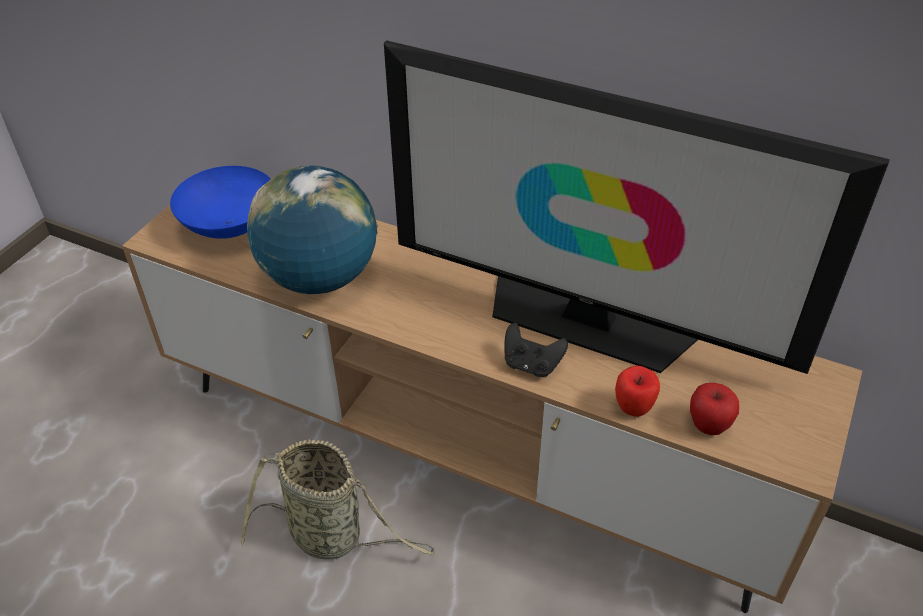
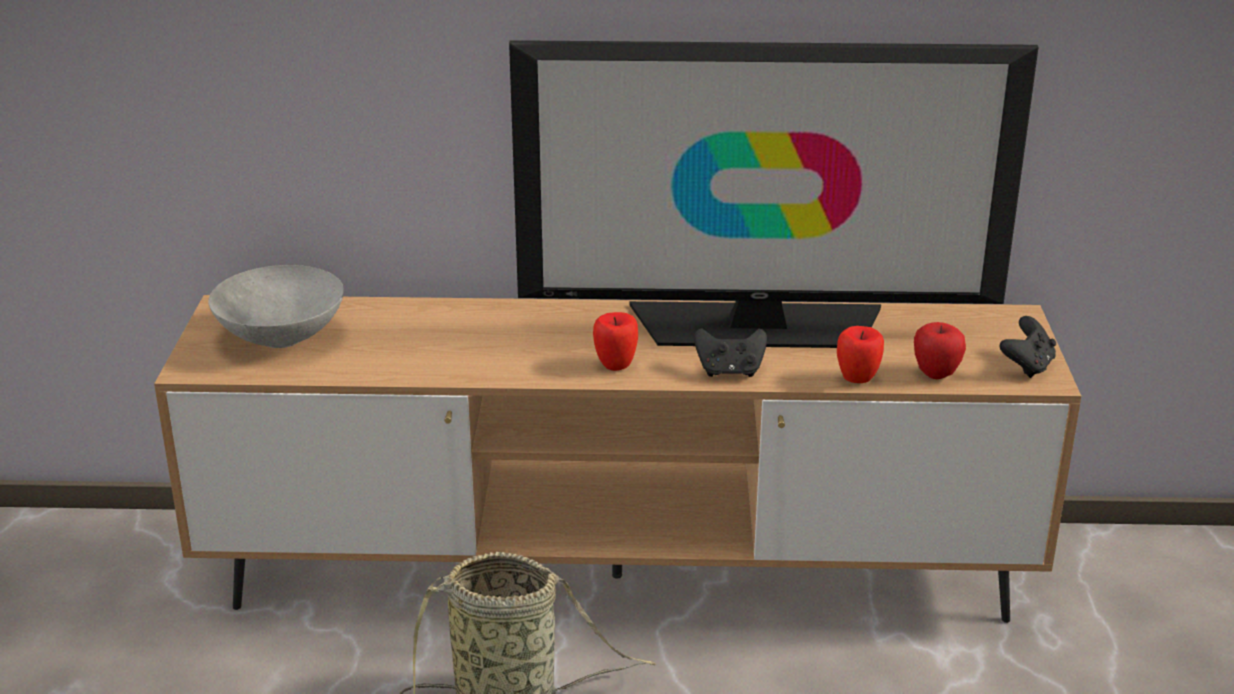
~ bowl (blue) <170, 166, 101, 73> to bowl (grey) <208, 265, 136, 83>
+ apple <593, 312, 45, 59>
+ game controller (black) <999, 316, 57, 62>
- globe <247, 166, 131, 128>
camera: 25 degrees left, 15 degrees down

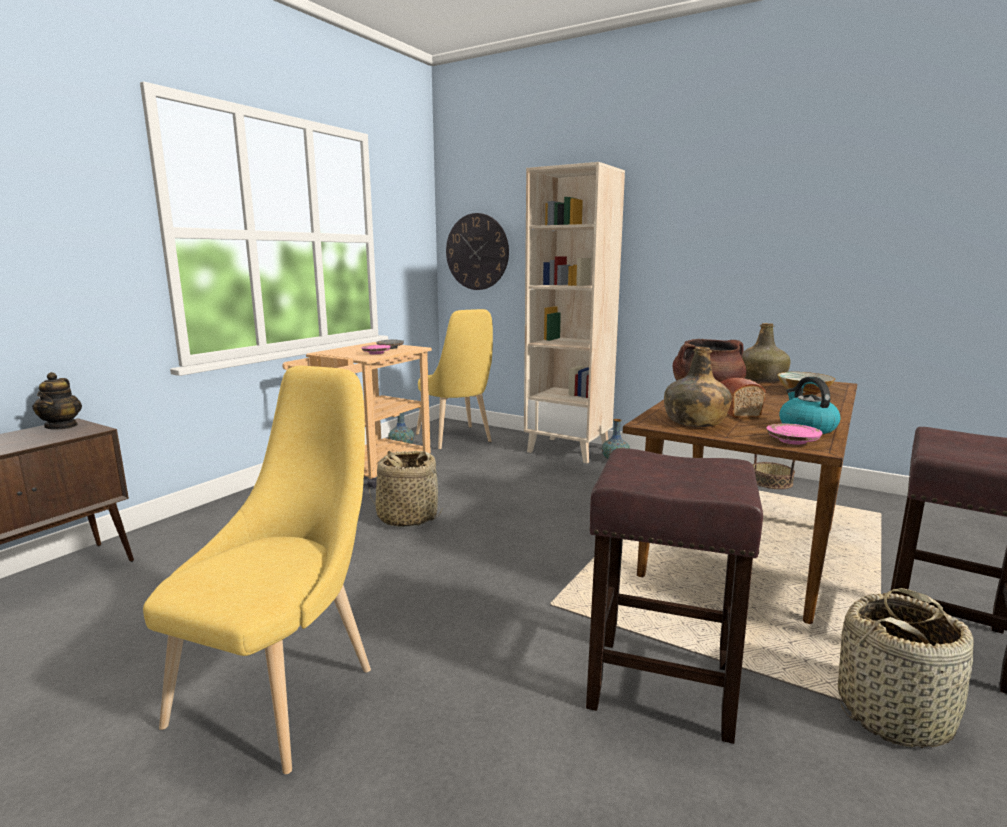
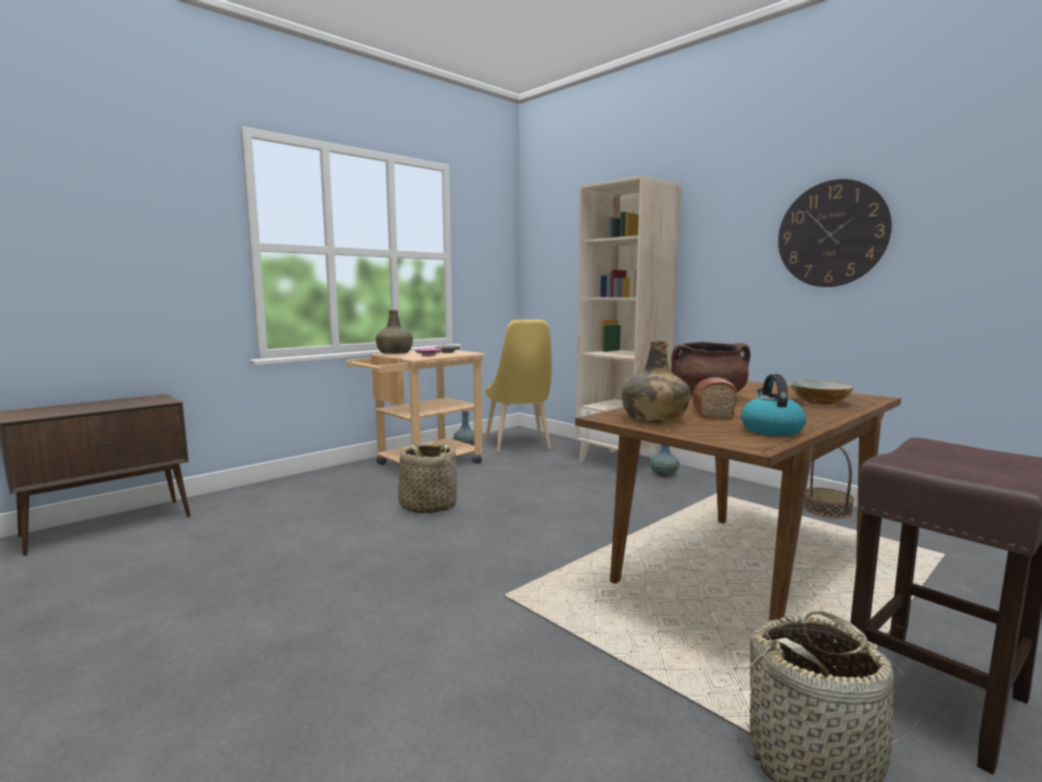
~ bottle (green) <742, 323, 49, 59> to <376, 310, 37, 44>
~ wall clock <446, 213, 63, 77> to <778, 179, 114, 108>
- teapot <32, 372, 50, 57>
- chair (yellow) <143, 366, 228, 408>
- stool (brown) <586, 448, 177, 296>
- plate (pink) <767, 424, 56, 21>
camera: 15 degrees right, 5 degrees down

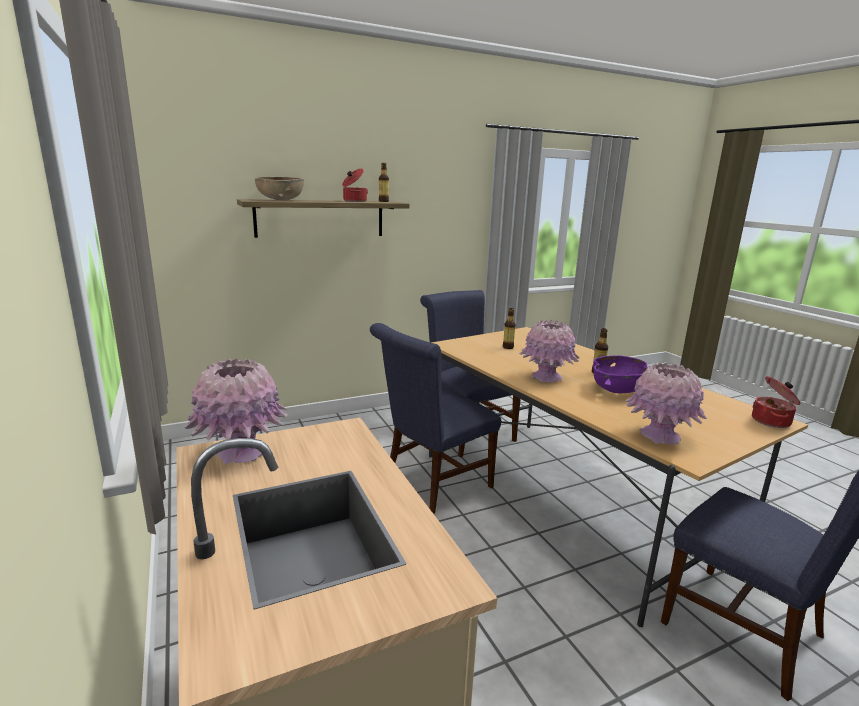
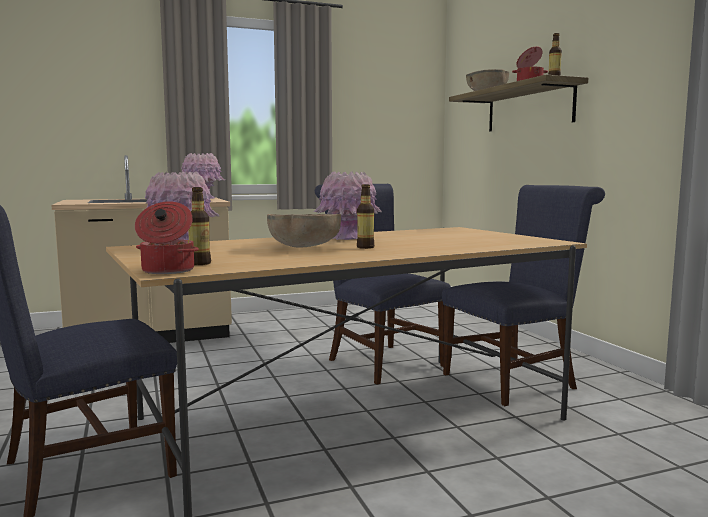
~ bottle <503, 308, 13, 41> to <188, 187, 23, 78>
~ bowl (purple) <593, 355, 54, 38> to bowl (brown) <267, 214, 74, 34>
camera: 95 degrees right, 10 degrees down

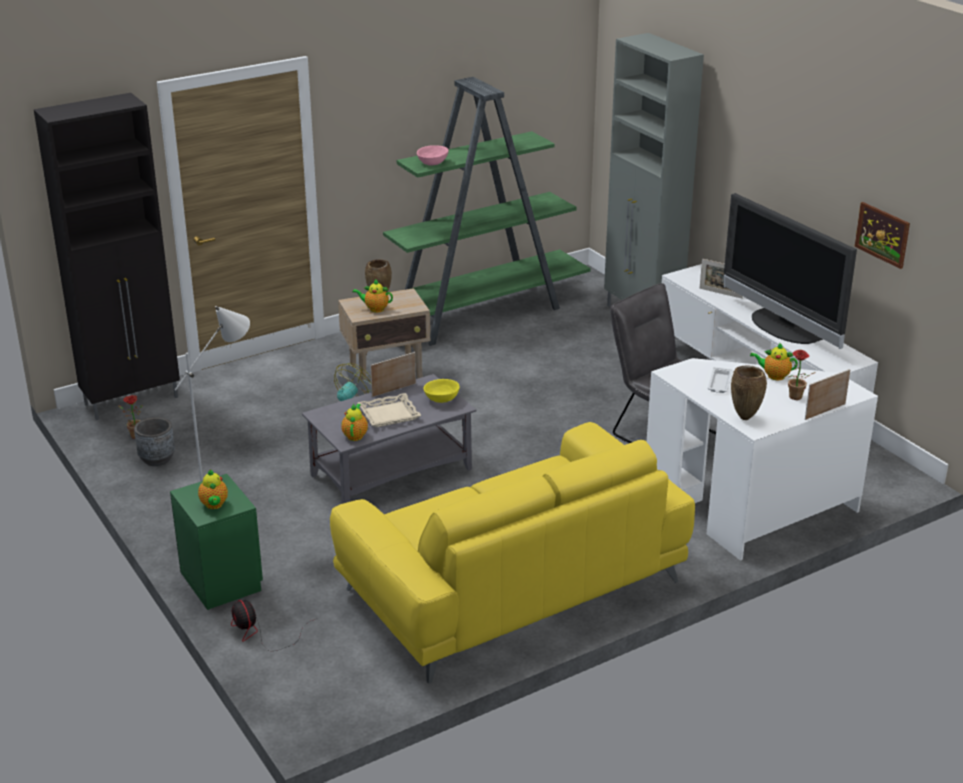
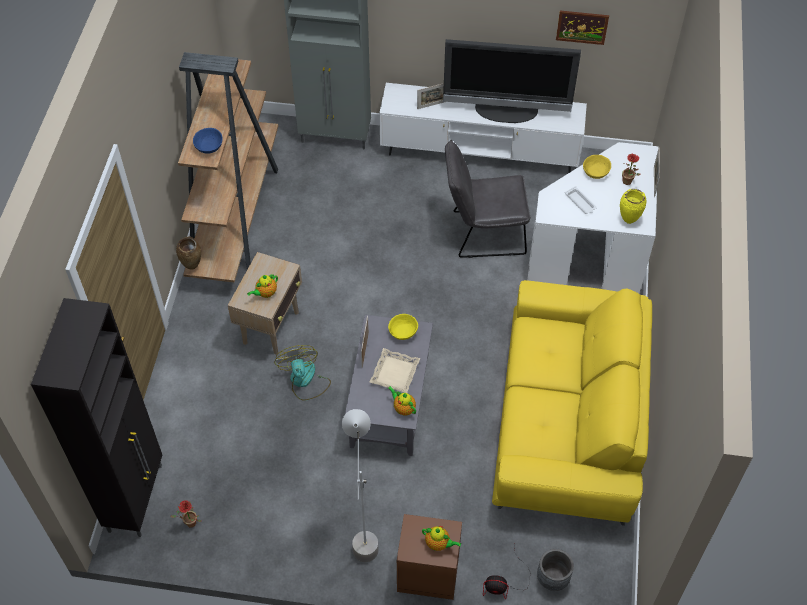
~ bookcase (green) <383, 77, 208, 269> to bookcase (brown) <178, 52, 100, 230>
~ bowl (pink) <417, 145, 32, 21> to bowl (blue) <193, 128, 30, 26>
~ nightstand (green) <170, 474, 93, 136> to nightstand (brown) <397, 514, 65, 86>
~ planter (grey) <134, 417, 41, 49> to <537, 549, 37, 42>
~ teapot <750, 342, 48, 38> to bowl (yellow) <583, 155, 28, 24>
~ vase (brown) <731, 366, 36, 54> to vase (yellow) <620, 189, 26, 35>
camera: 50 degrees left, 25 degrees up

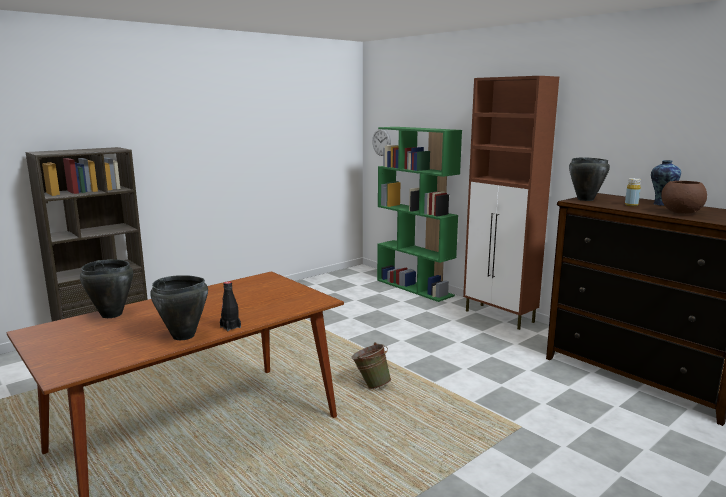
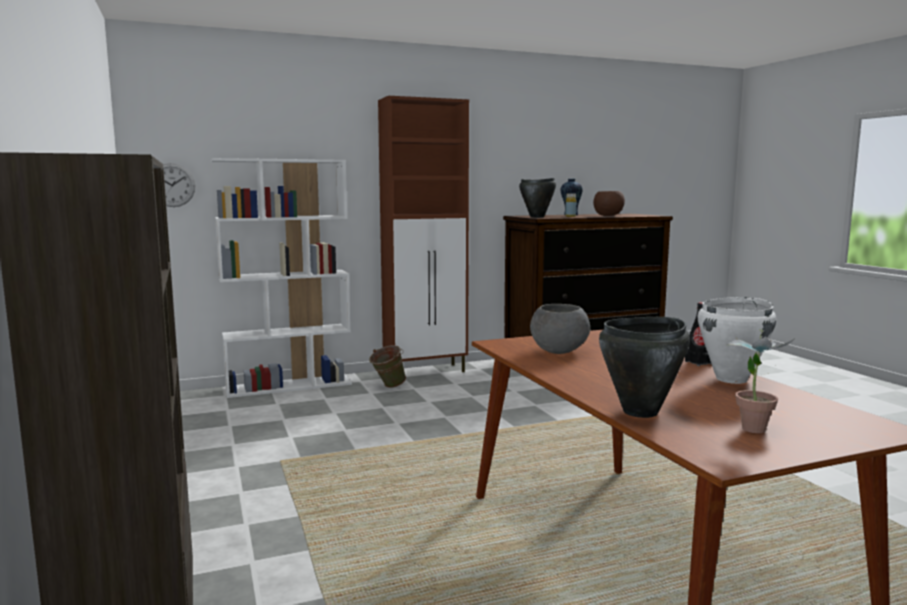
~ bookcase (green) <377, 127, 85, 175> to bookcase (white) <211, 158, 141, 240>
~ bucket (green) <351, 342, 40, 47> to <369, 345, 37, 43>
+ bowl (grey) <530, 304, 60, 50>
~ cooking pot (black) <150, 275, 58, 65> to cooking pot (white) <698, 297, 78, 87>
+ potted plant <726, 329, 68, 104>
camera: 70 degrees left, 5 degrees down

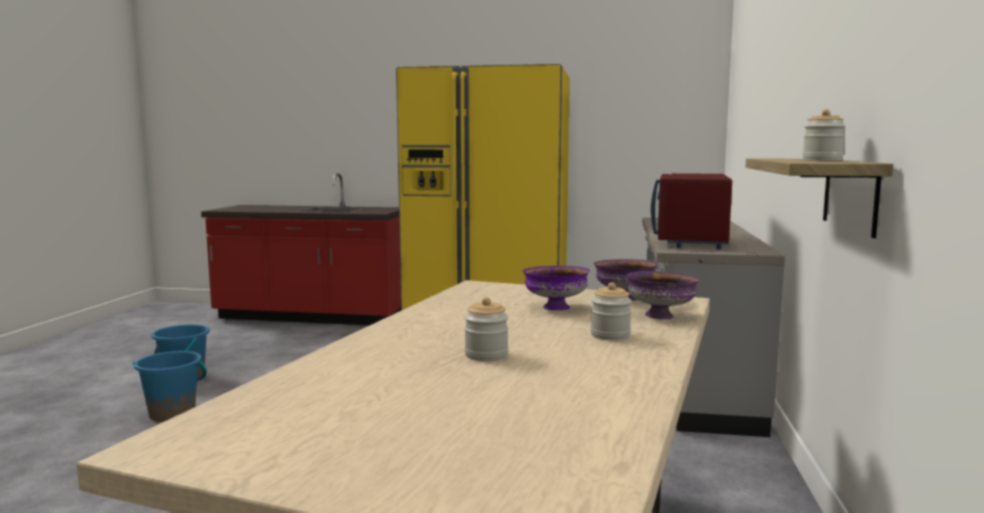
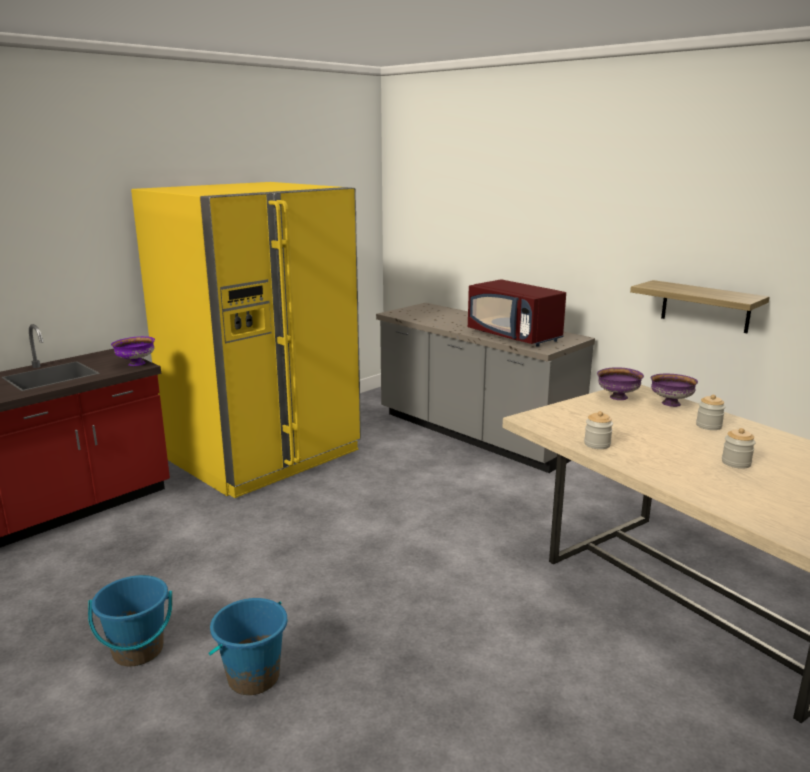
~ bowl (purple) <523, 266, 67, 44> to <111, 336, 44, 30>
~ jar <802, 109, 44, 52> to <584, 411, 29, 38>
camera: 55 degrees left, 10 degrees up

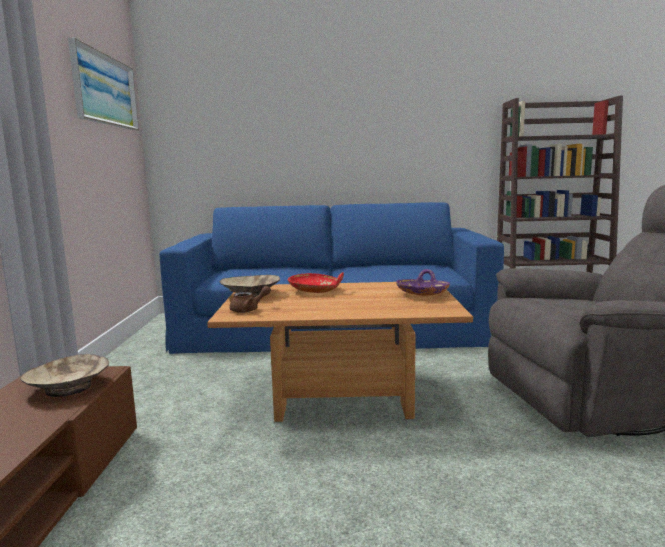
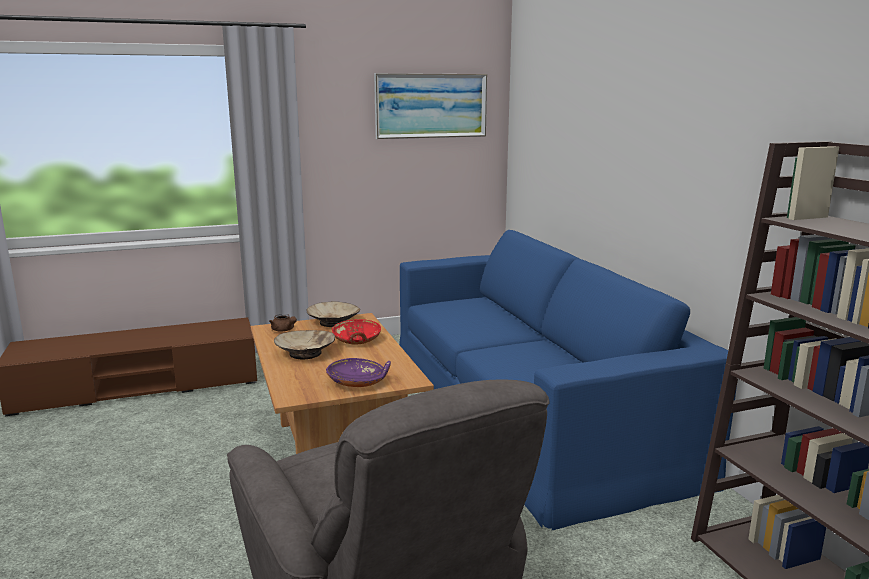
~ bowl (beige) <20, 354, 89, 43> to <274, 330, 61, 29>
camera: 70 degrees right, 5 degrees up

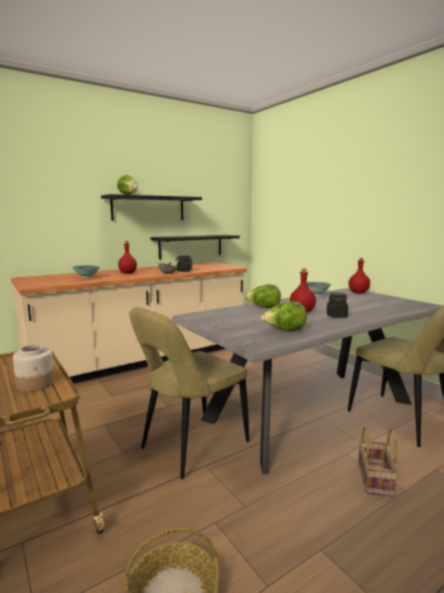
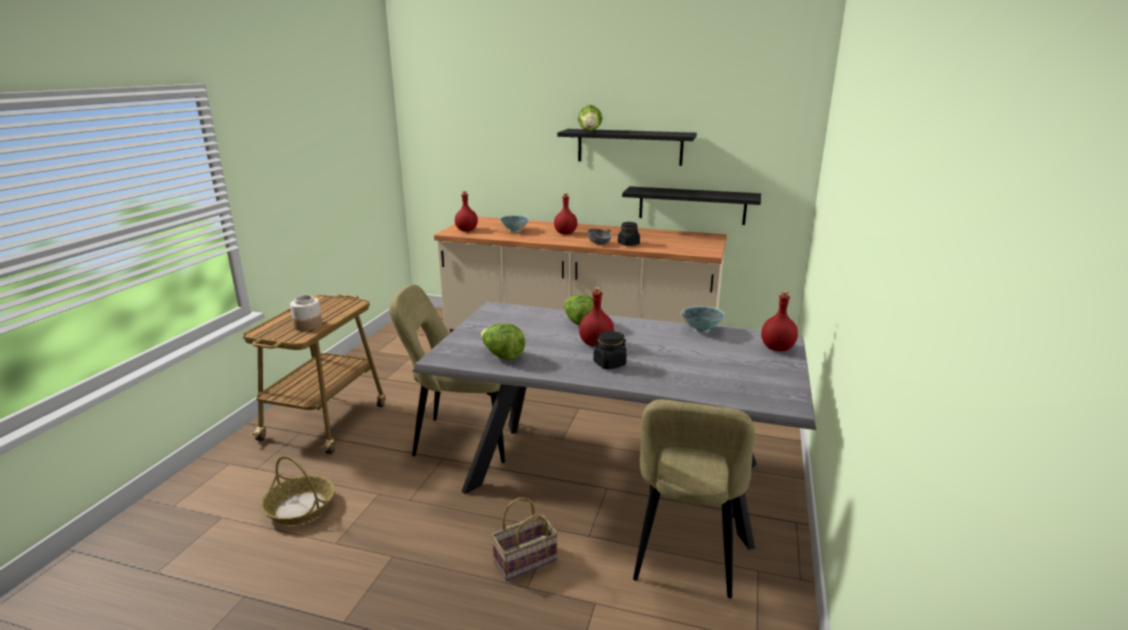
+ bottle (red) <455, 191, 23, 40>
camera: 50 degrees right, 10 degrees up

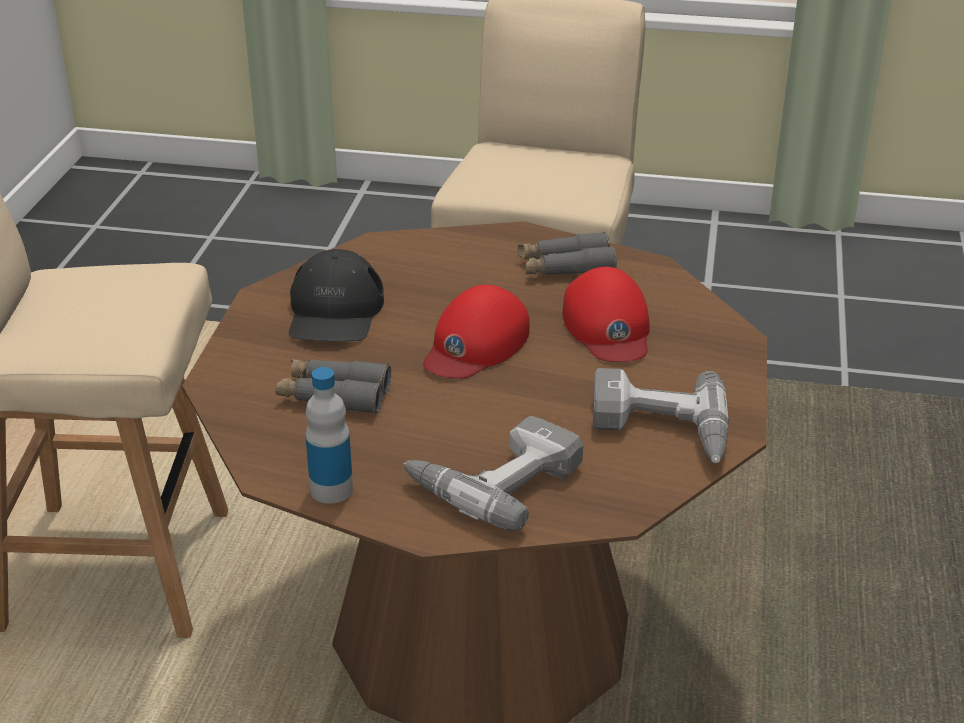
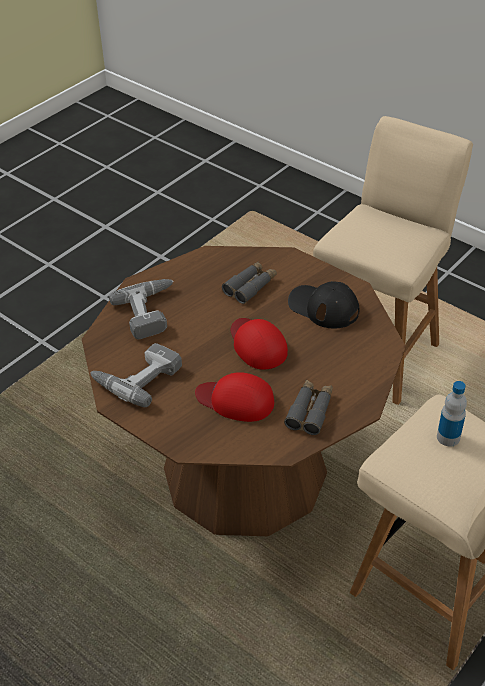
~ bottle <305, 367, 48, 137> to <437, 381, 30, 66>
camera: 120 degrees right, 10 degrees up

